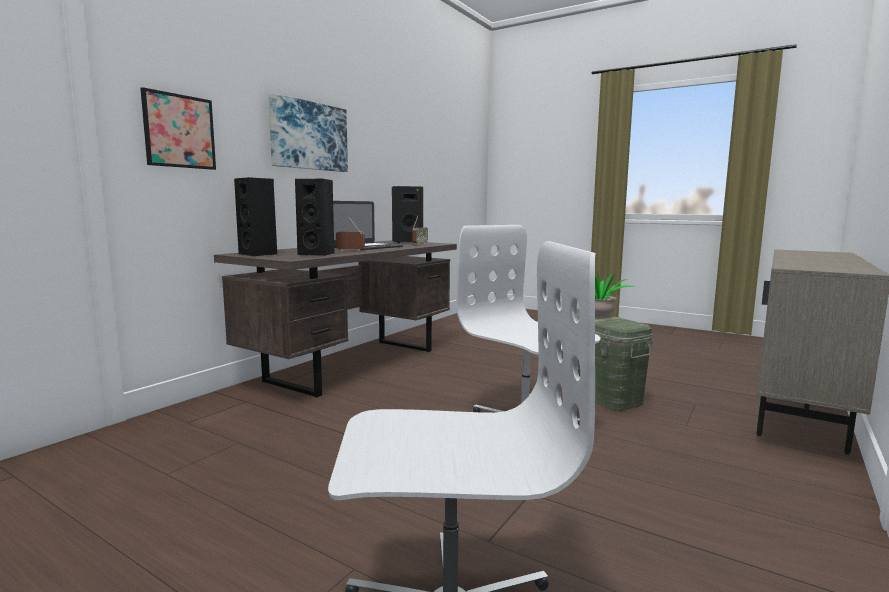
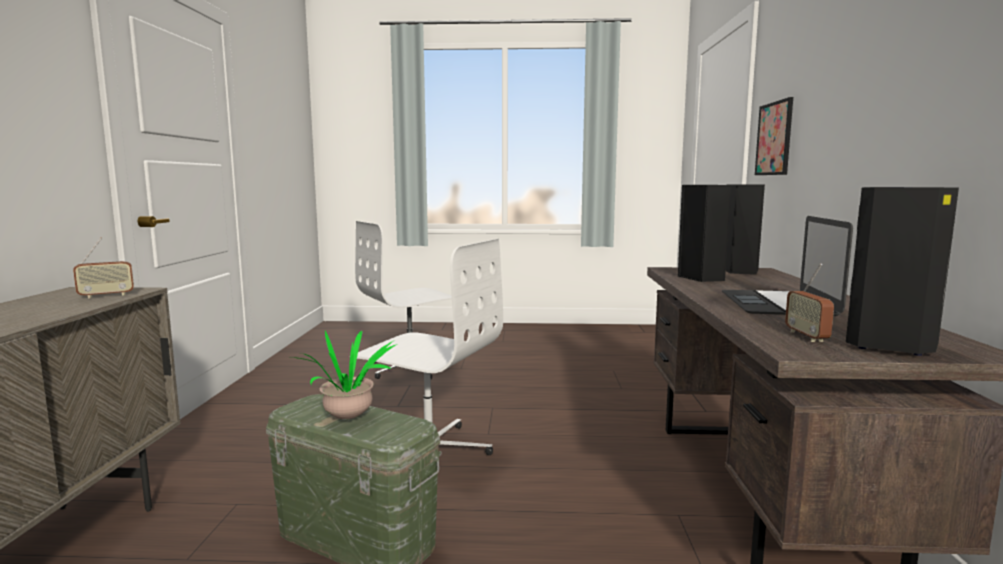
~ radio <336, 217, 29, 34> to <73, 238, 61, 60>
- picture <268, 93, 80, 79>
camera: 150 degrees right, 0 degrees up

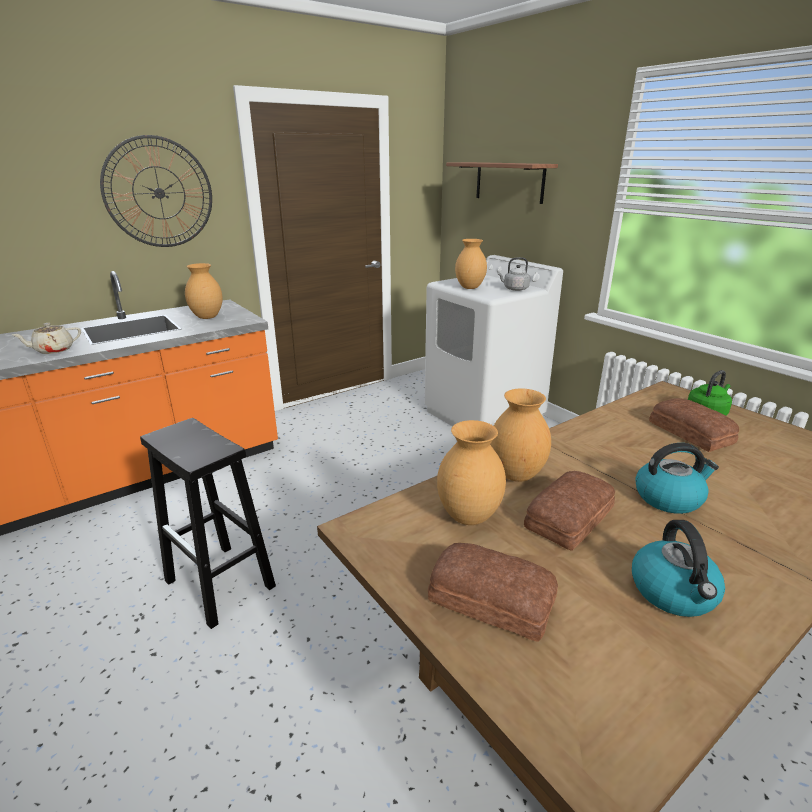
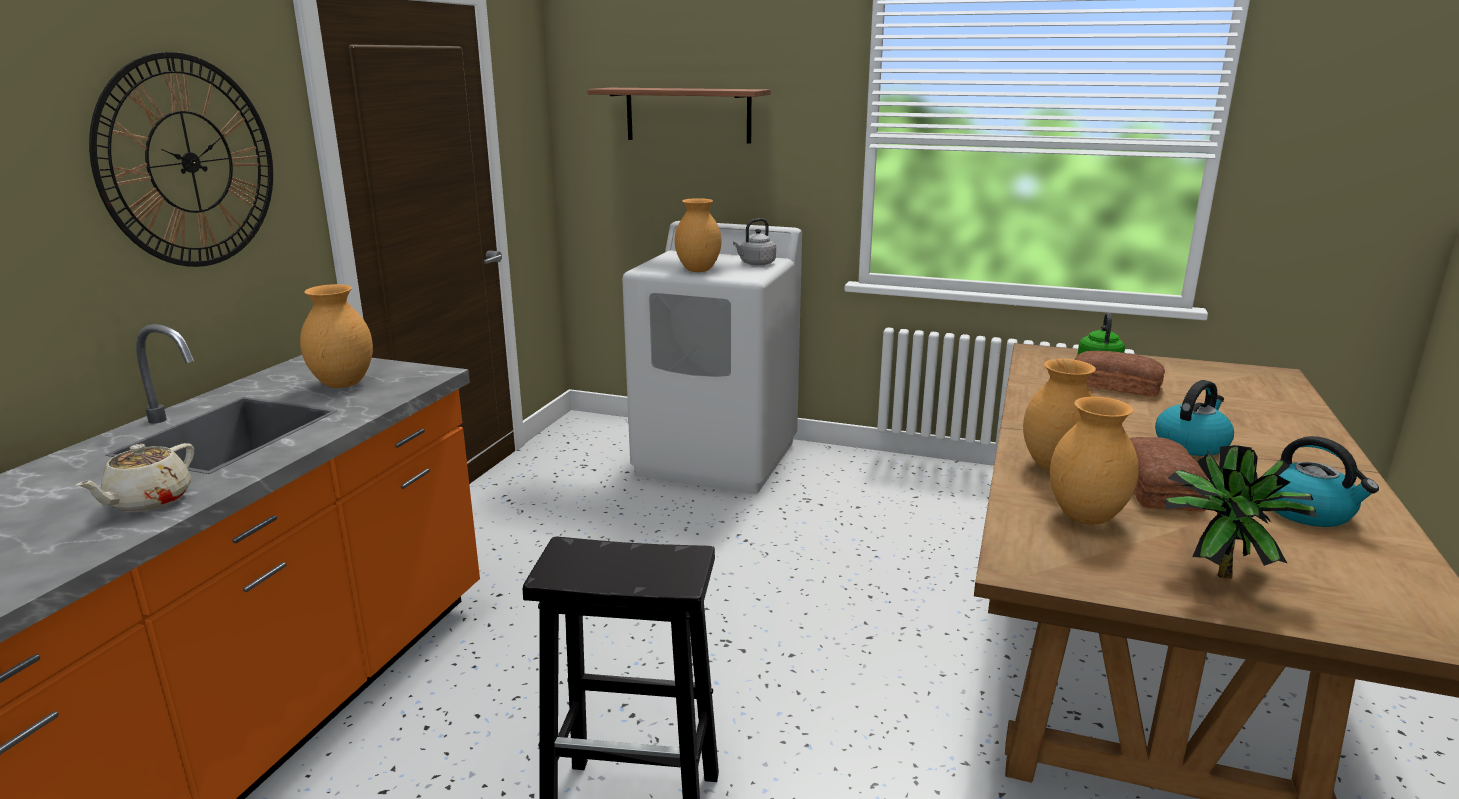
~ bread <428, 543, 130, 99> to potted plant <1165, 445, 152, 134>
camera: 35 degrees left, 5 degrees down

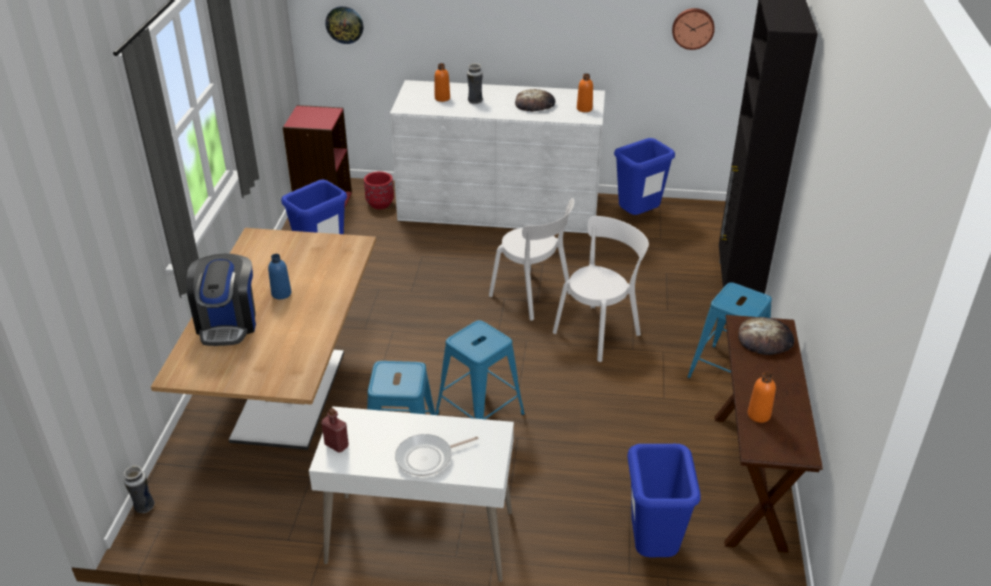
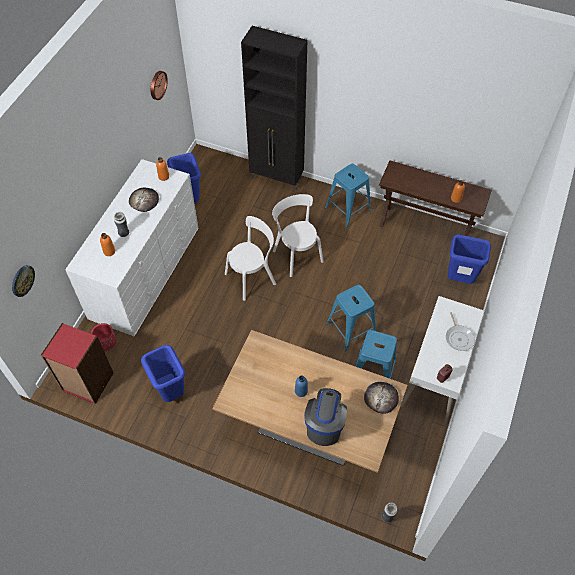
~ coffee machine <186, 254, 70, 92> = <304, 388, 43, 58> 90 degrees counterclockwise
~ bread <739, 317, 55, 38> to <364, 382, 35, 32>
camera: 75 degrees left, 20 degrees up

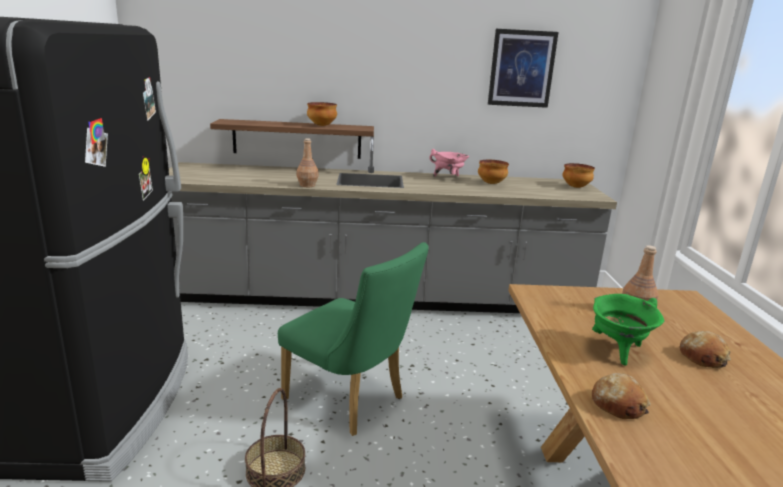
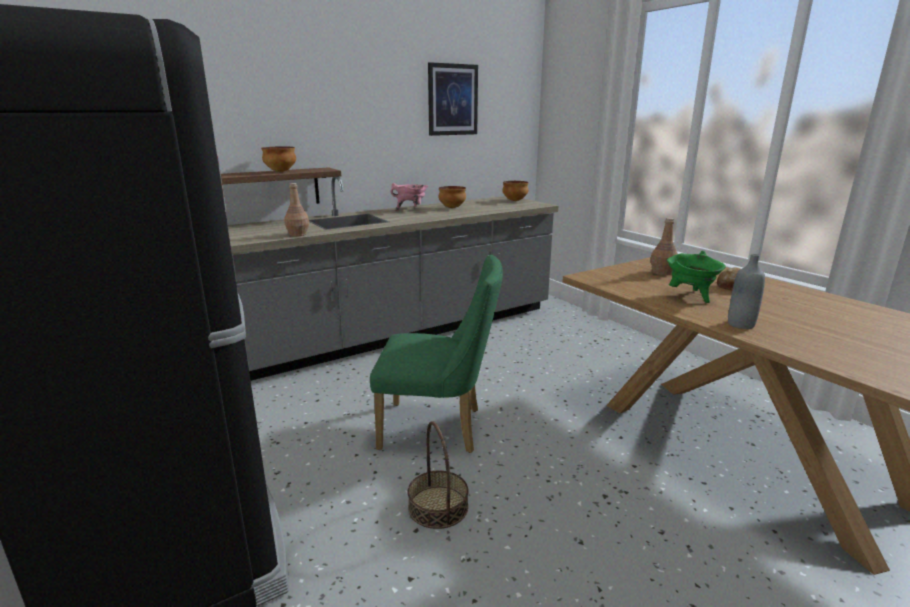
~ bread <592, 373, 59, 46> to bottle (grey) <728, 254, 37, 75>
camera: 30 degrees left, 0 degrees up

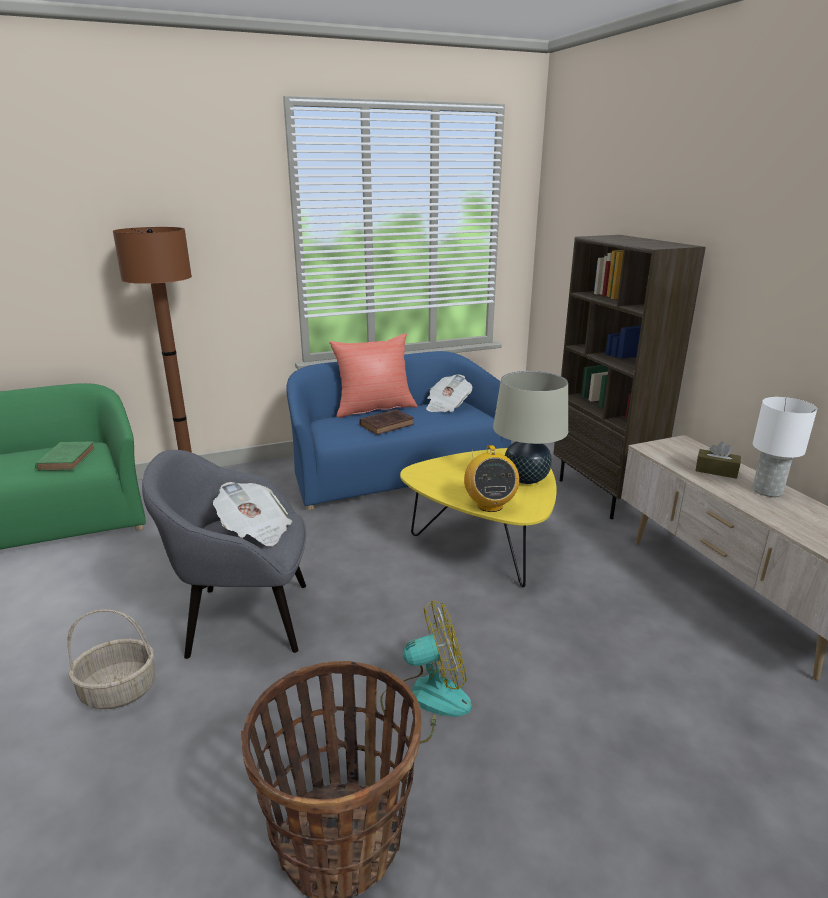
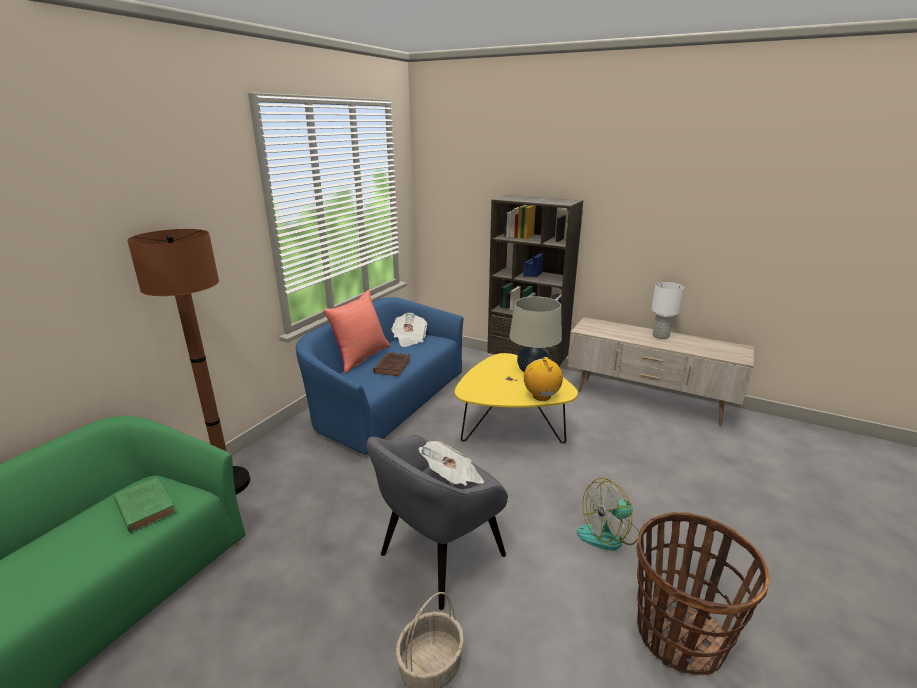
~ radio <464, 445, 55, 67> = <524, 357, 40, 44> 150 degrees counterclockwise
~ fan <380, 601, 92, 142> = <577, 478, 62, 73> 150 degrees counterclockwise
- tissue box (brown) <695, 442, 46, 37>
camera: 40 degrees left, 0 degrees up

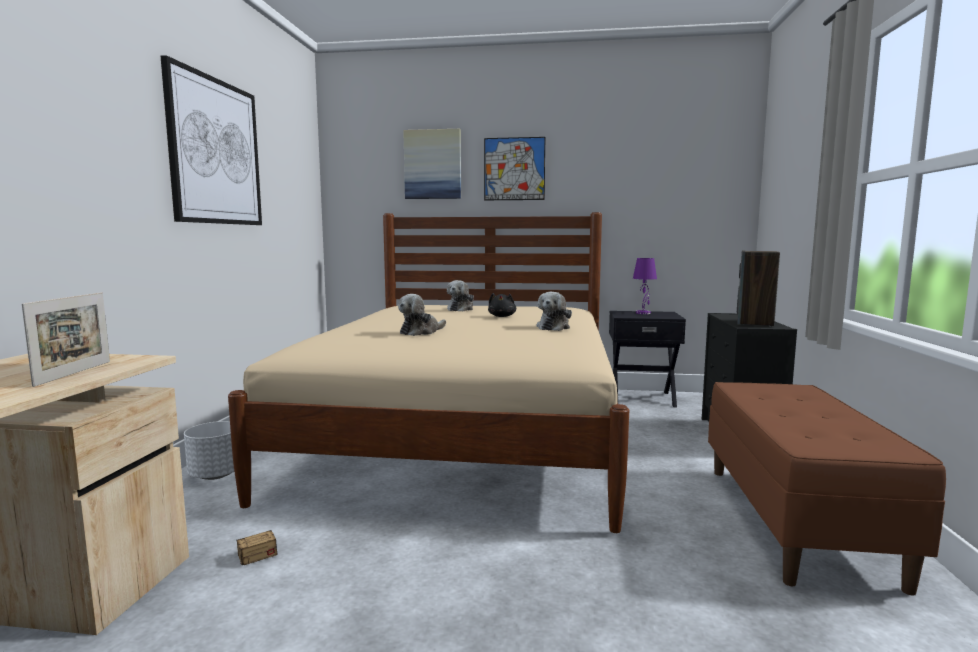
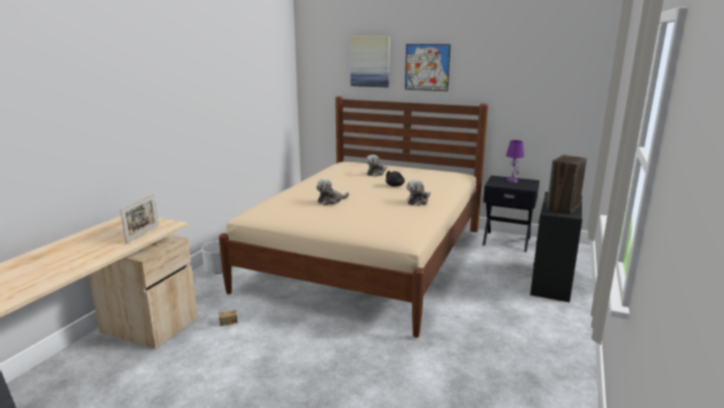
- picture <161, 55, 101, 170>
- bench (brown) <708, 382, 238, 214>
camera: 15 degrees right, 10 degrees up

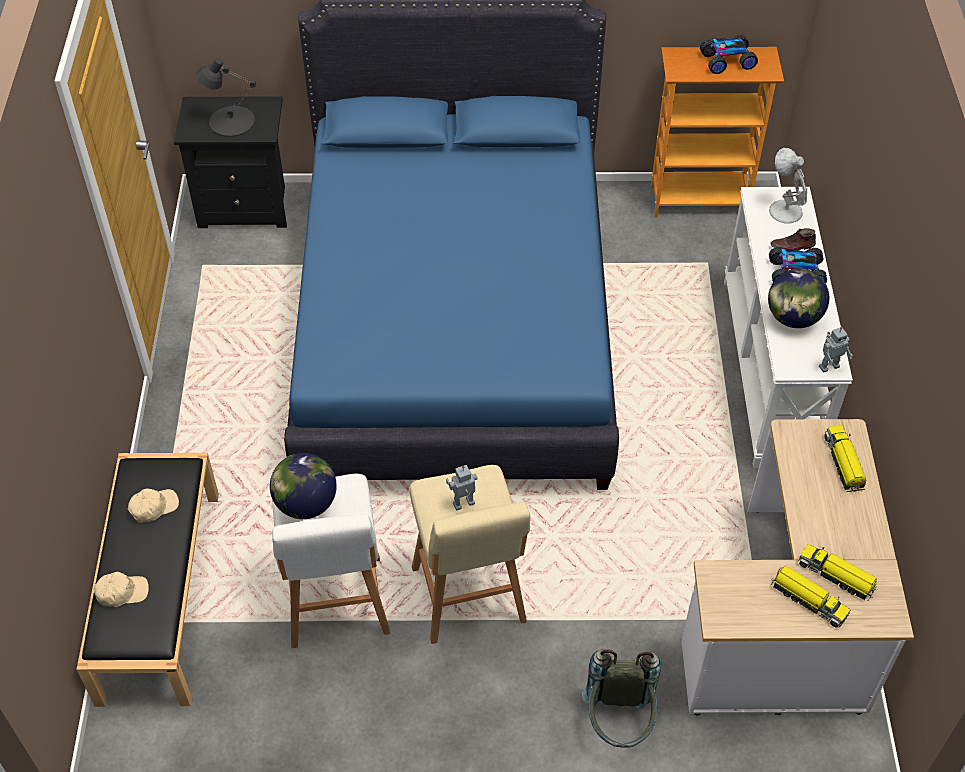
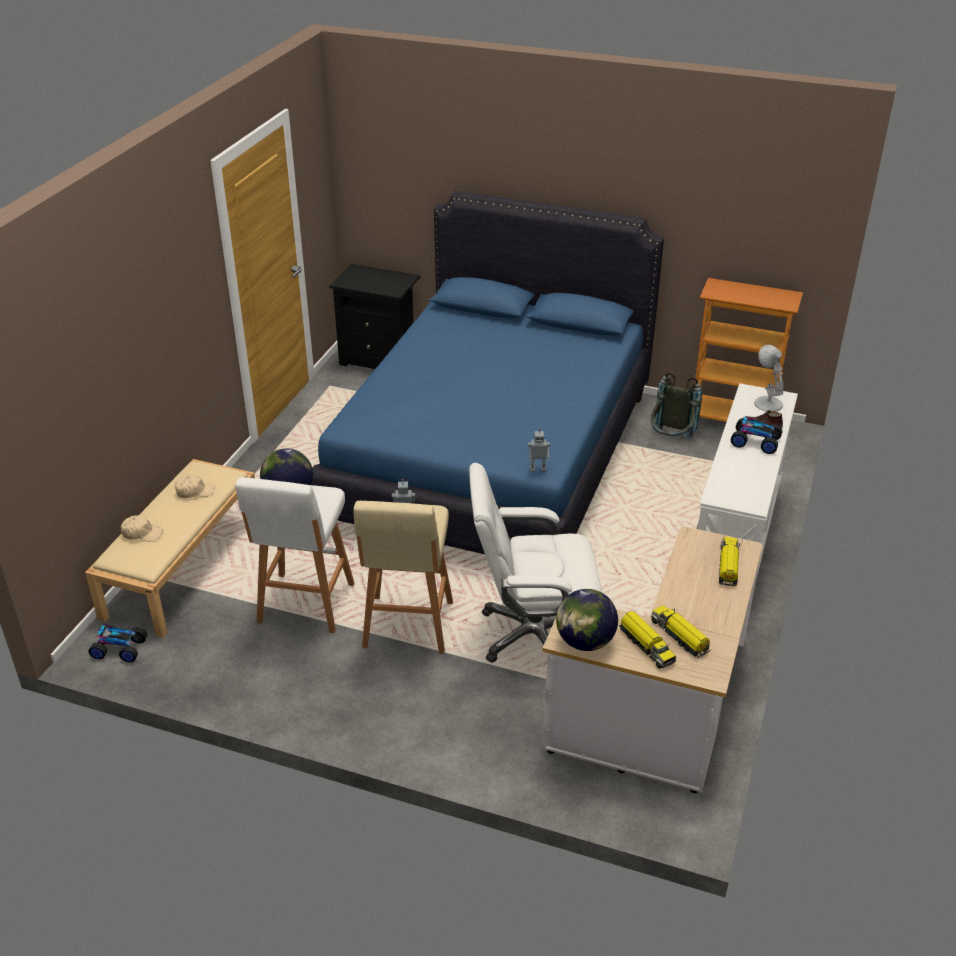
~ bench (black) <76, 453, 143, 254> to bench (beige) <85, 459, 170, 179>
~ toy car <700, 35, 58, 39> to <89, 624, 59, 38>
+ office chair (white) <469, 463, 133, 200>
~ toy robot <819, 327, 34, 46> to <528, 428, 22, 44>
~ globe <768, 268, 61, 60> to <556, 589, 62, 62>
~ backpack (grey) <582, 649, 79, 99> to <651, 372, 52, 66>
- table lamp (black) <196, 58, 60, 79>
camera: 20 degrees right, 15 degrees down

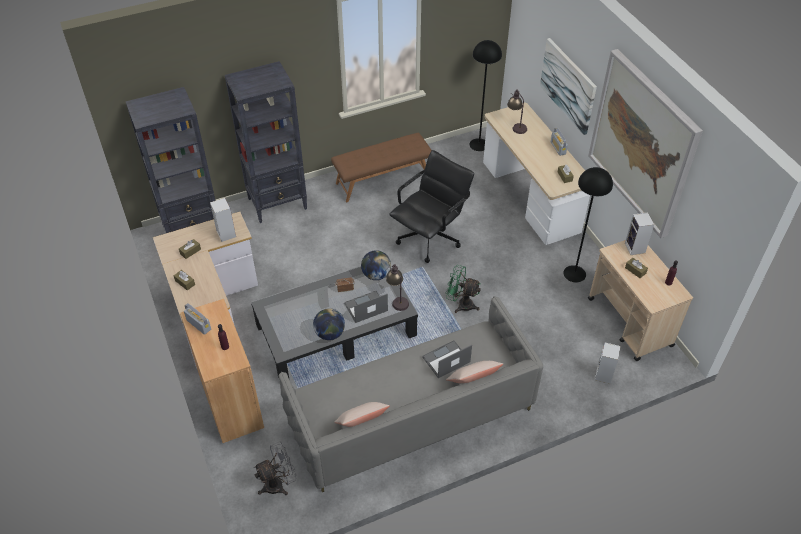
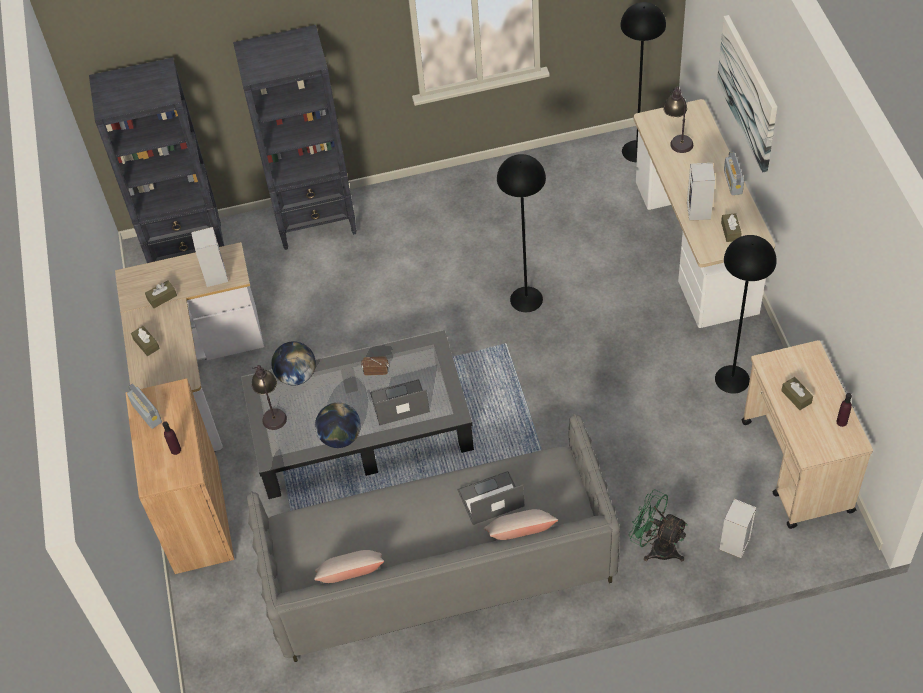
~ table lamp <386, 264, 23, 47> to <252, 365, 35, 65>
~ globe <361, 250, 30, 30> to <271, 341, 45, 45>
~ office chair (black) <389, 150, 85, 113> to floor lamp (black) <497, 154, 49, 158>
~ fan (green) <446, 265, 35, 48> to <628, 489, 60, 73>
~ speaker <625, 212, 29, 43> to <687, 163, 28, 58>
- fan (grey) <254, 441, 43, 54>
- bench (brown) <331, 133, 101, 69>
- picture <588, 49, 115, 189>
camera: 15 degrees right, 5 degrees up

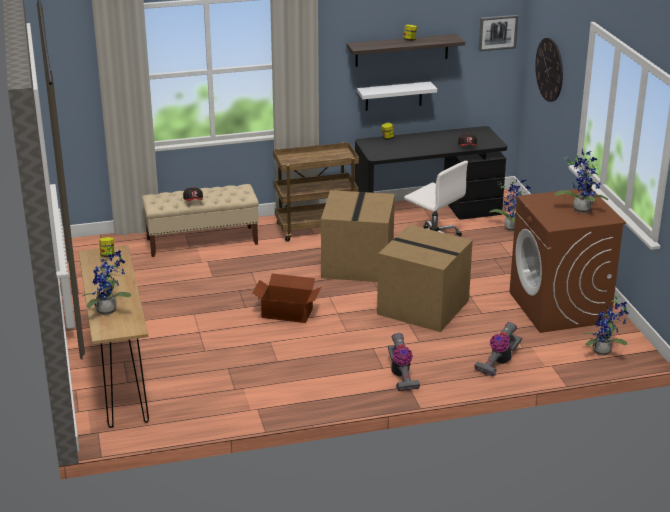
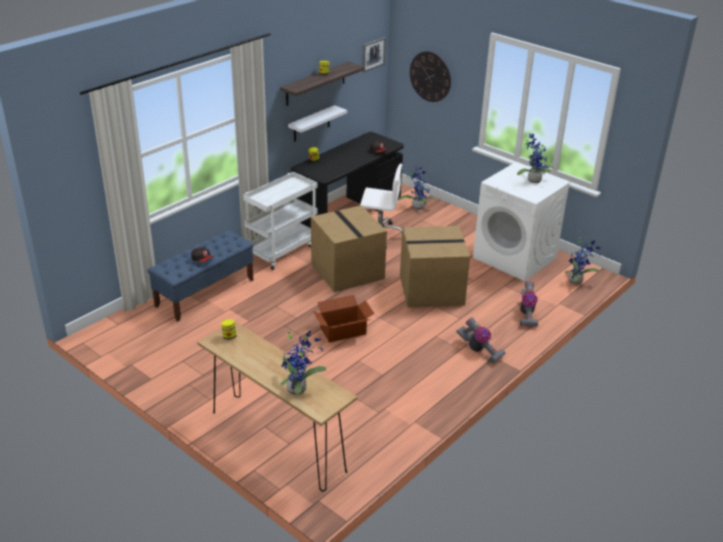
~ bench (beige) <142, 184, 117, 73> to bench (blue) <147, 230, 107, 92>
~ cart (brown) <273, 142, 86, 99> to cart (white) <243, 172, 75, 98>
~ washing machine (brown) <509, 189, 117, 144> to washing machine (white) <473, 162, 98, 119>
camera: 35 degrees left, 5 degrees up

